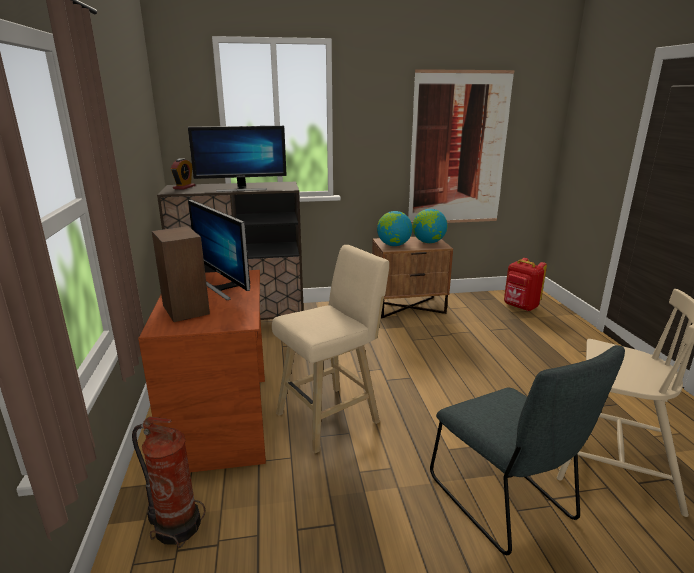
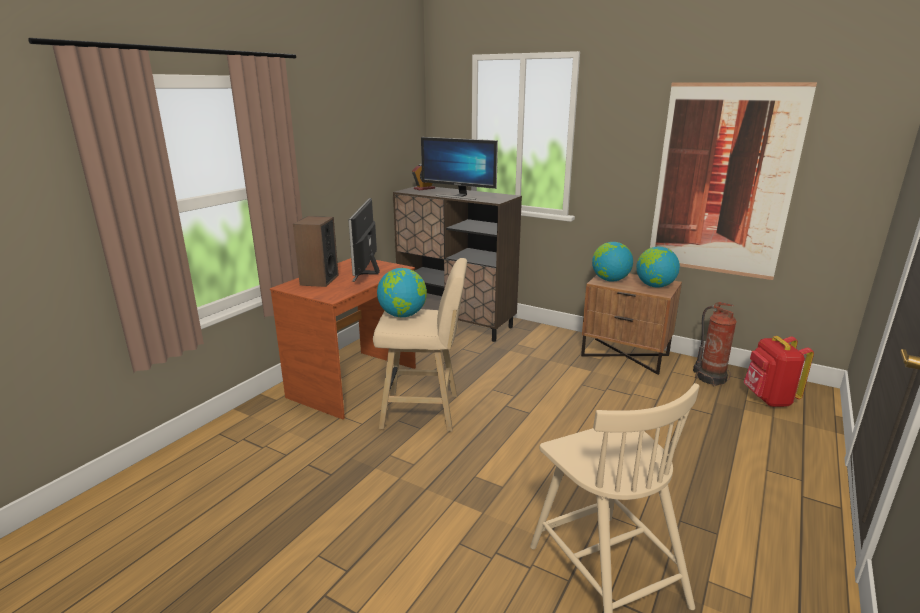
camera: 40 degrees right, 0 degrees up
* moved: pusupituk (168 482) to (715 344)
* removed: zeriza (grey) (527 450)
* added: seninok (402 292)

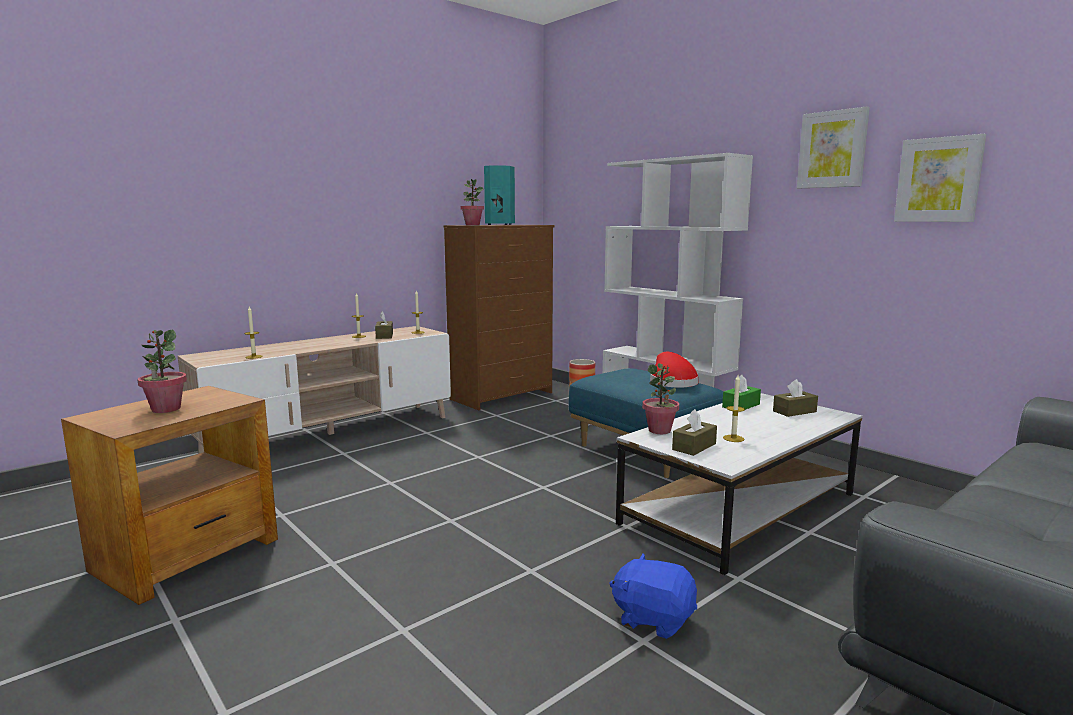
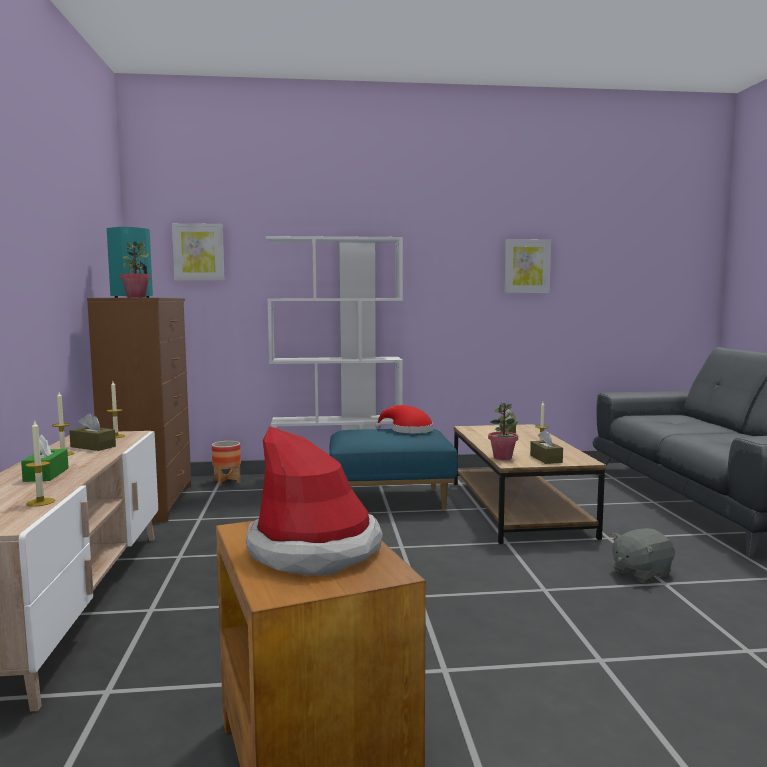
camera: 55 degrees left, 5 degrees down
* replaced: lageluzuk (162 371) to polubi (314 500)
* recoloured: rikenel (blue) (653 596) to rikenel (grey) (643 555)
* recoloured: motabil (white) (739 484) to motabil (brown) (530 484)
* moved: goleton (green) (741 392) to (45 458)
* moved: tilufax (833 147) to (198 252)

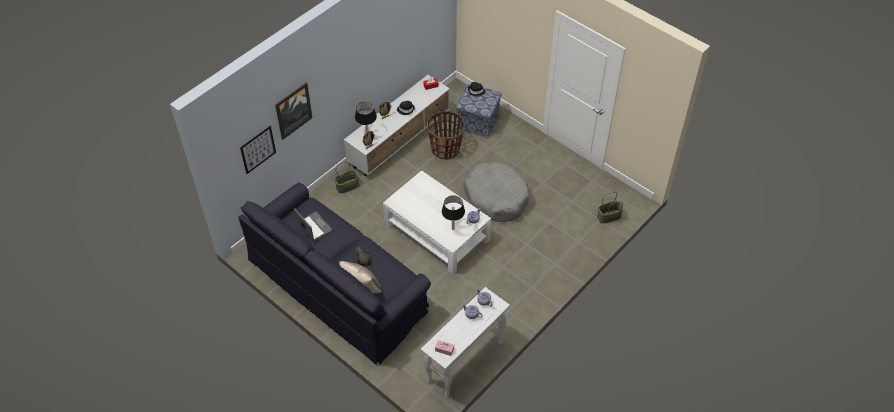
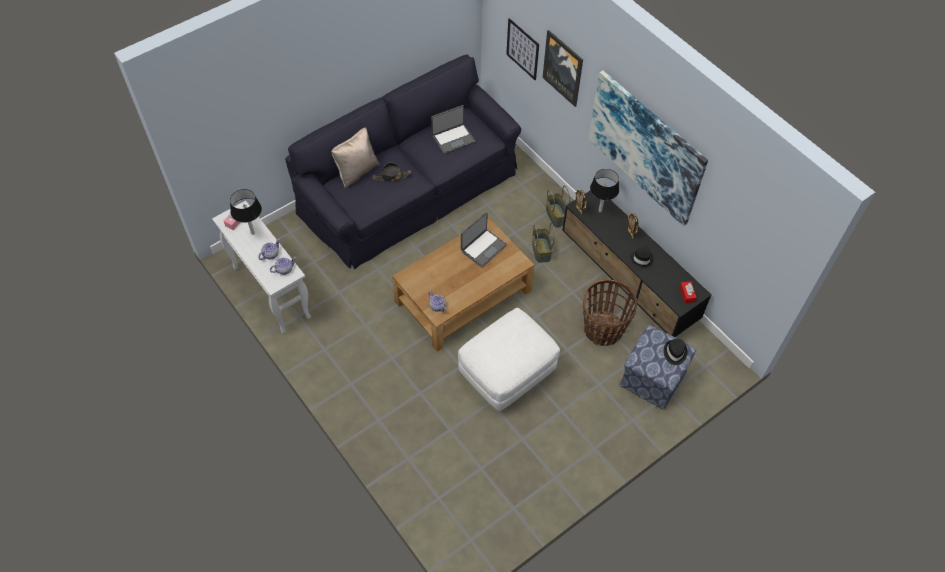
camera: 100 degrees right, 5 degrees up
* recoloured: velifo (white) (397 125) to velifo (black) (637 263)
* recoloured: motabil (white) (437 222) to motabil (brown) (463 284)
* moved: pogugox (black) (453 212) to (246 212)
* replaced: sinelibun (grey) (496 192) to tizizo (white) (509 359)
* moved: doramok (610 208) to (543 243)
* added: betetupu (484 239)
* added: tilufax (648 148)

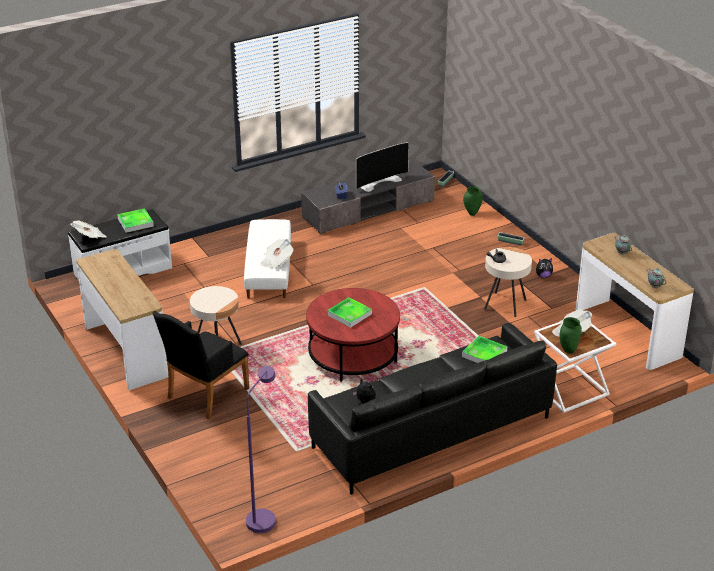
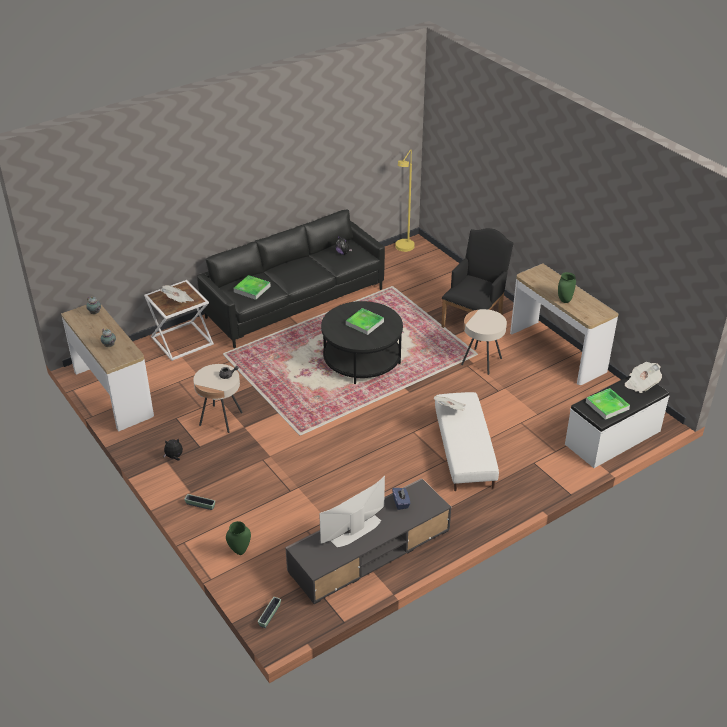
camera: 175 degrees right, 5 degrees up
* recoloured: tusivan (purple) (261 449) to tusivan (yellow) (405 201)
* recoloured: motabil (red) (353 335) to motabil (black) (362 342)
* moved: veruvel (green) (570 335) to (567 287)

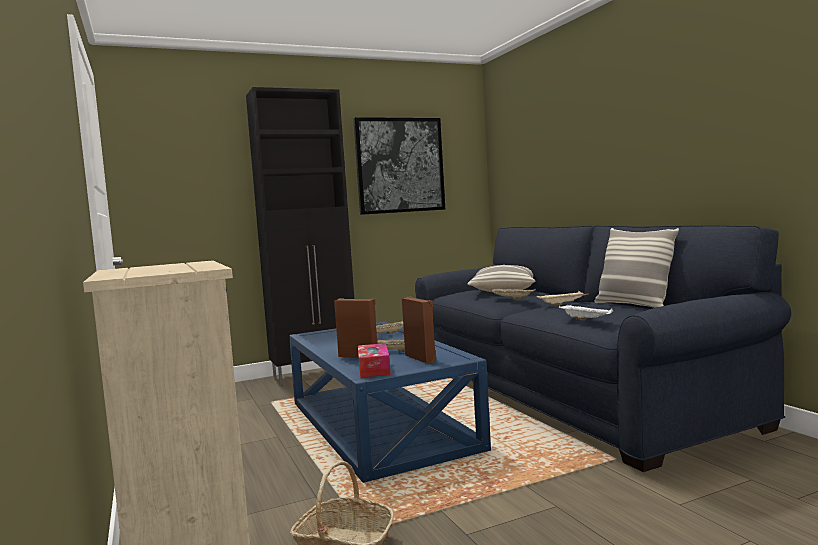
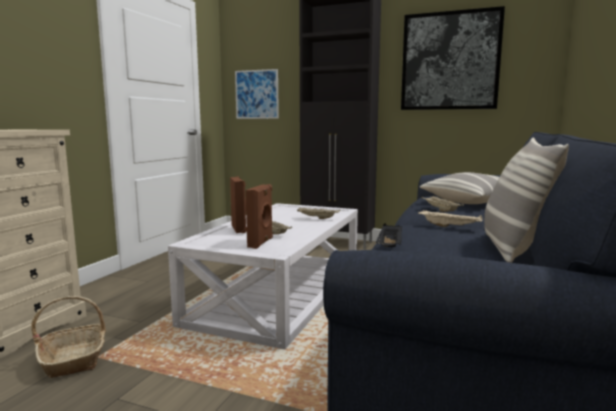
camera: 45 degrees right, 5 degrees up
* recoloured: motabil (blue) (390 402) to motabil (white) (263 276)
* removed: goleton (374 360)
* recoloured: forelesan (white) (586 312) to forelesan (black) (389 235)
* added: tilufax (257 94)

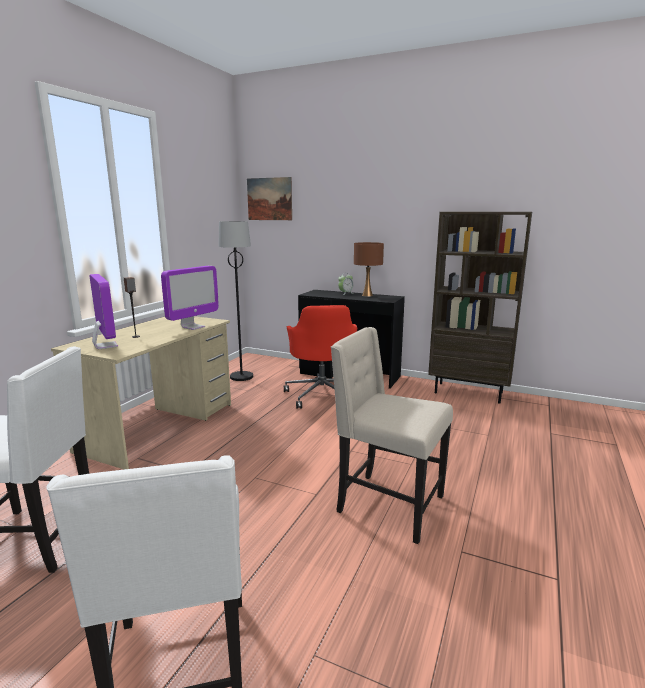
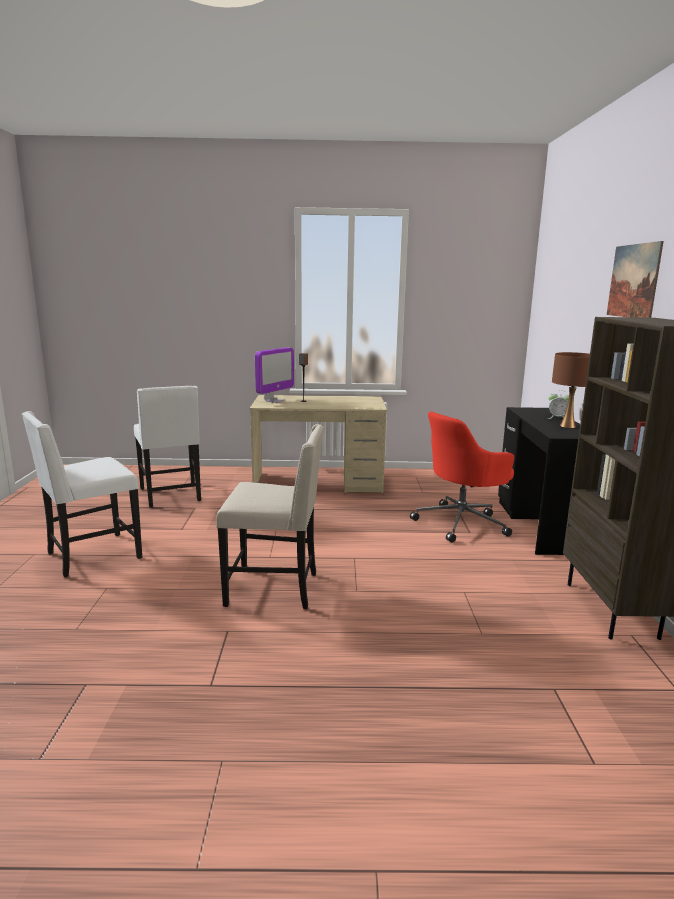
camera: 65 degrees right, 0 degrees up
* removed: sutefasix (190 298)
* removed: tusivan (black) (235 301)
* moved: tilufax (269 198) to (635 279)
* turned: zeriza (beige) (392 435) = (270 516) 90 degrees clockwise

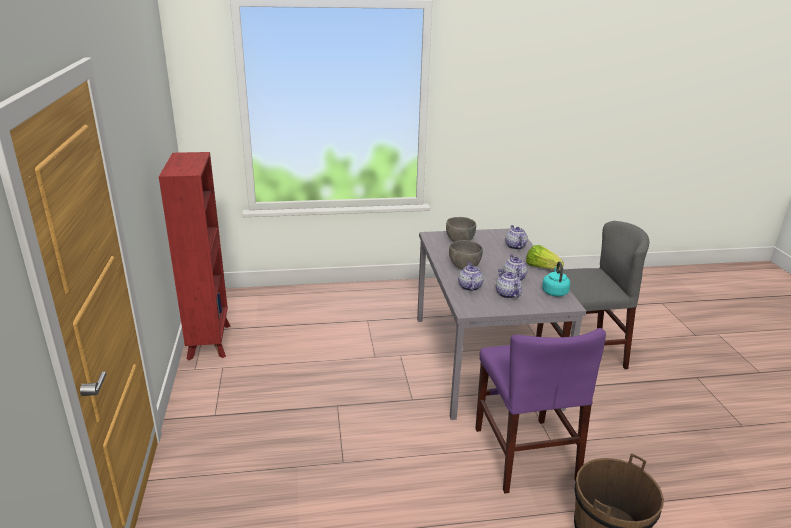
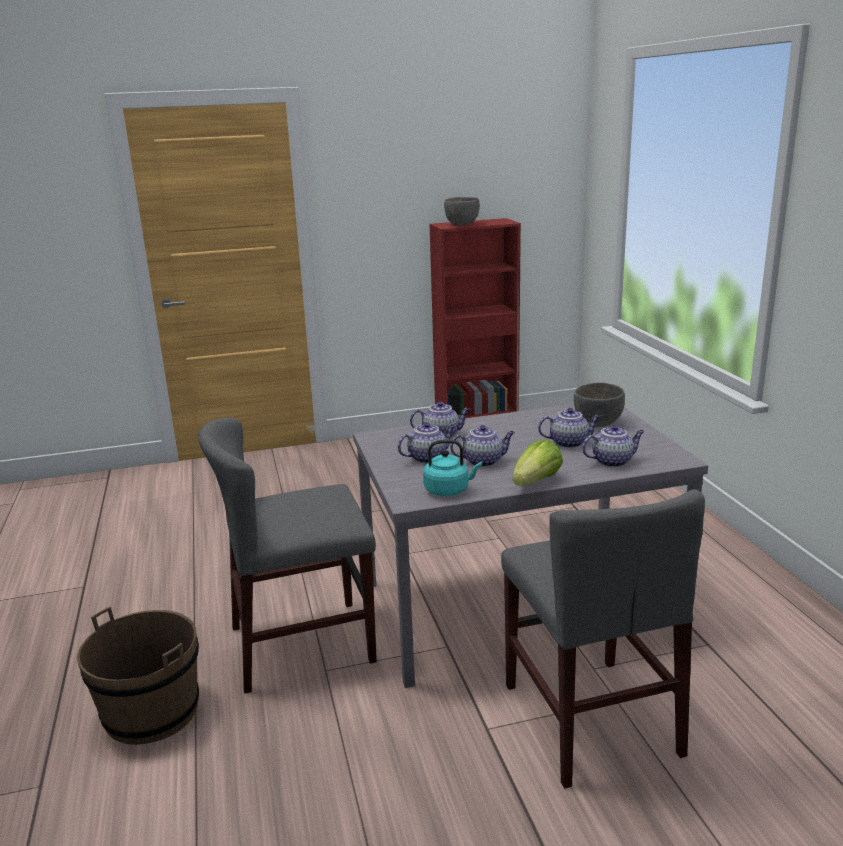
camera: 85 degrees right, 5 degrees down
* moved: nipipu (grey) (466 255) to (462 211)
* recoloured: zeriza (purple) (540 411) to zeriza (grey) (287 555)
* added: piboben (569 428)

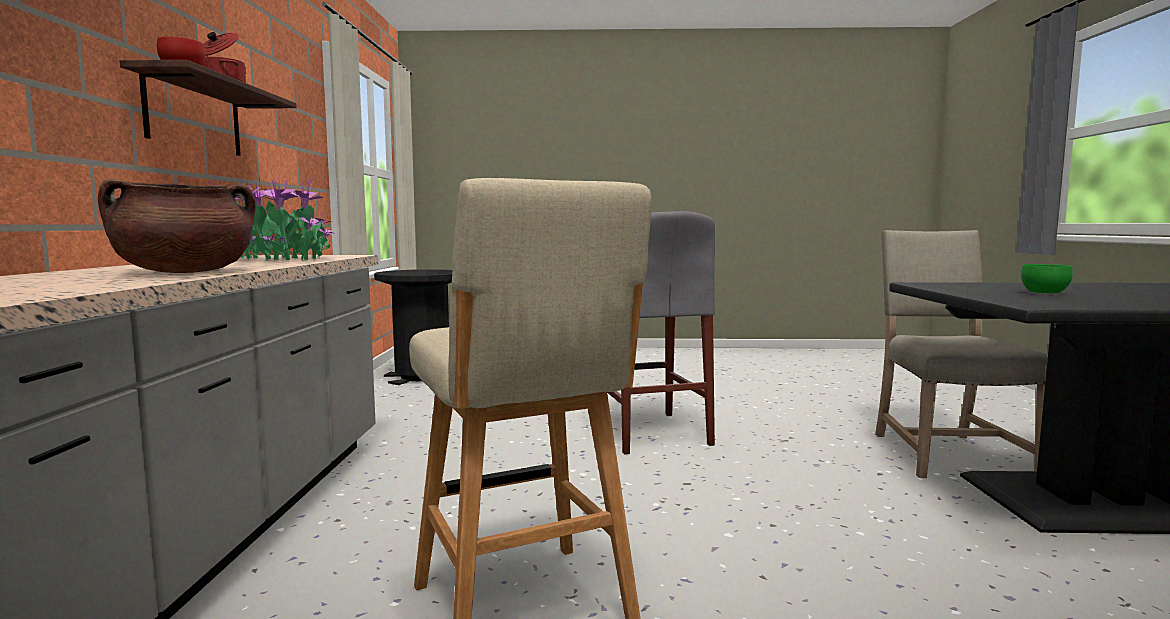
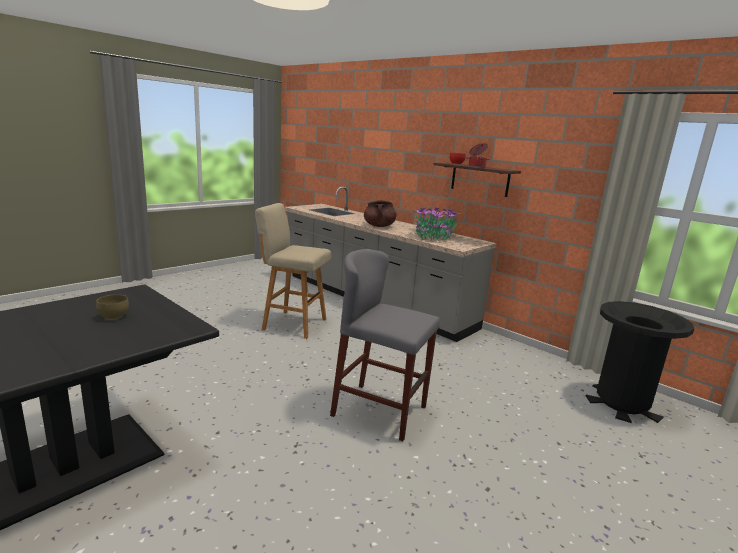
camera: 130 degrees right, 10 degrees up
* removed: zeriza (beige) (961 354)
* recoloured: nipipu (green) (1047 279) to nipipu (brown) (112 307)

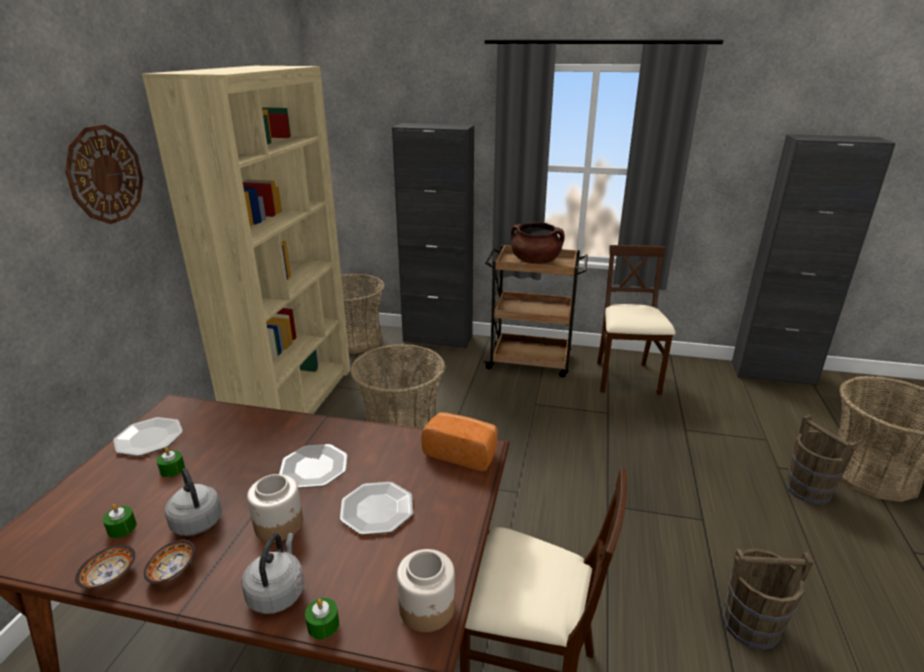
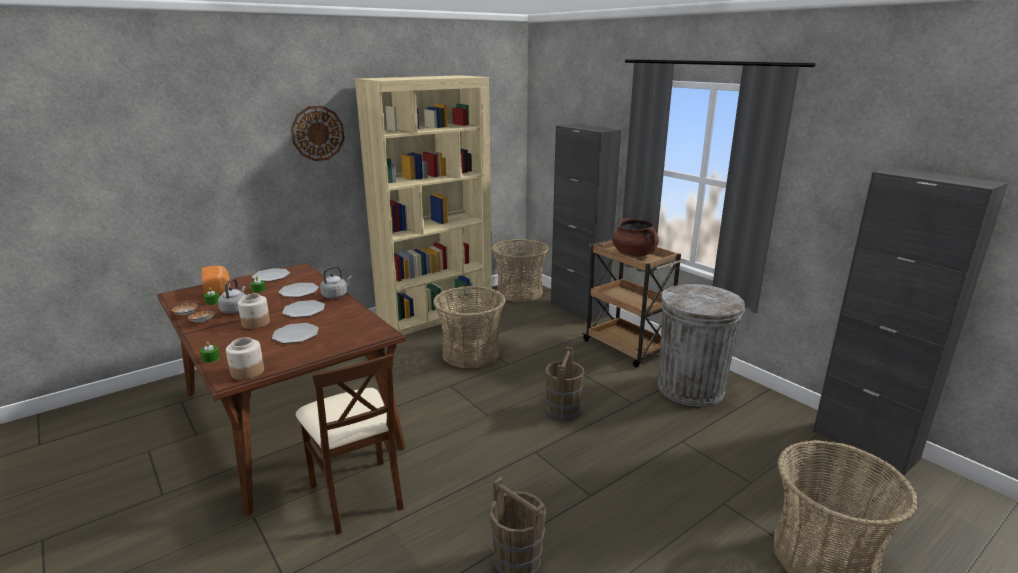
camera: 40 degrees right, 5 degrees down
* moved: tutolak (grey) (273 573) to (336 282)
* moved: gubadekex (459 442) to (215 280)
* replaced: zeriza (beige) (636 320) to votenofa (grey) (701 345)
* moved: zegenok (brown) (822 460) to (564 383)
* added: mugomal (298 290)

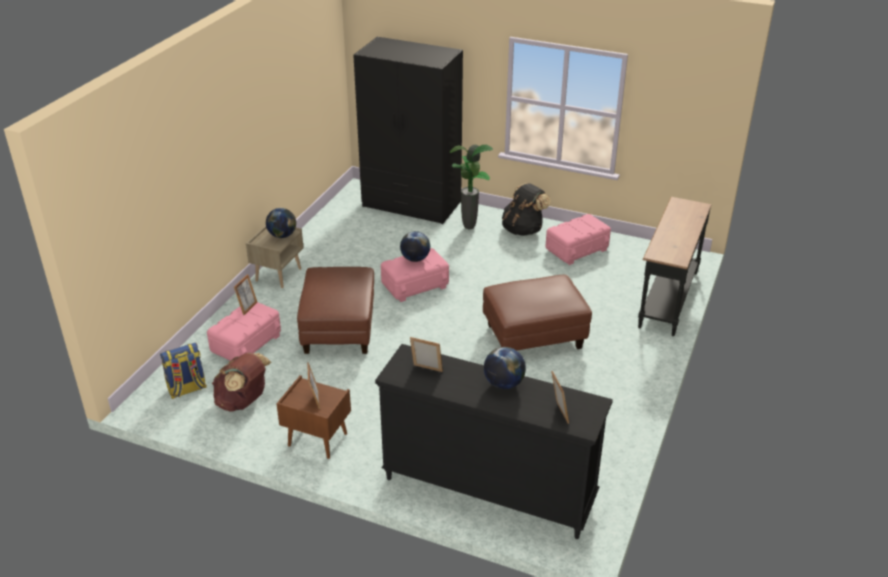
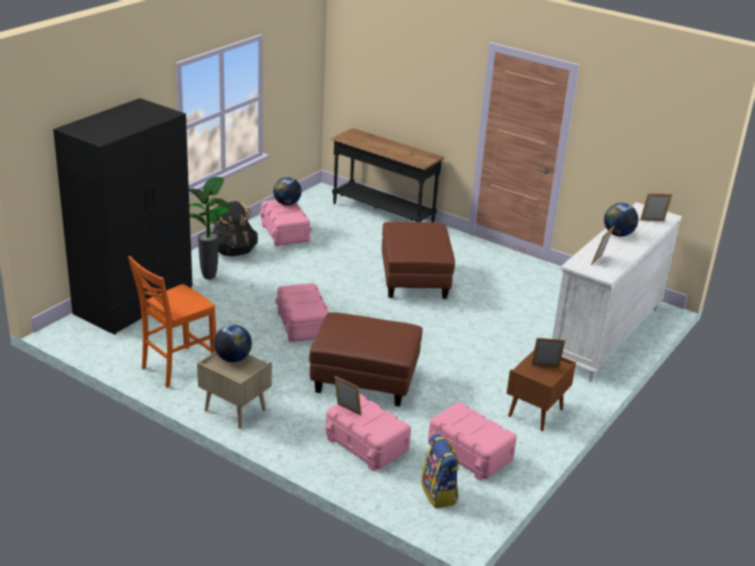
camera: 80 degrees left, 5 degrees down
* replaced: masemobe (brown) (241 382) to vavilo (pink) (472 441)
* recoloured: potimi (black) (494 441) to potimi (white) (617 292)
* moved: seninok (415 246) to (287 191)
* added: zeriza (orange) (172 322)

